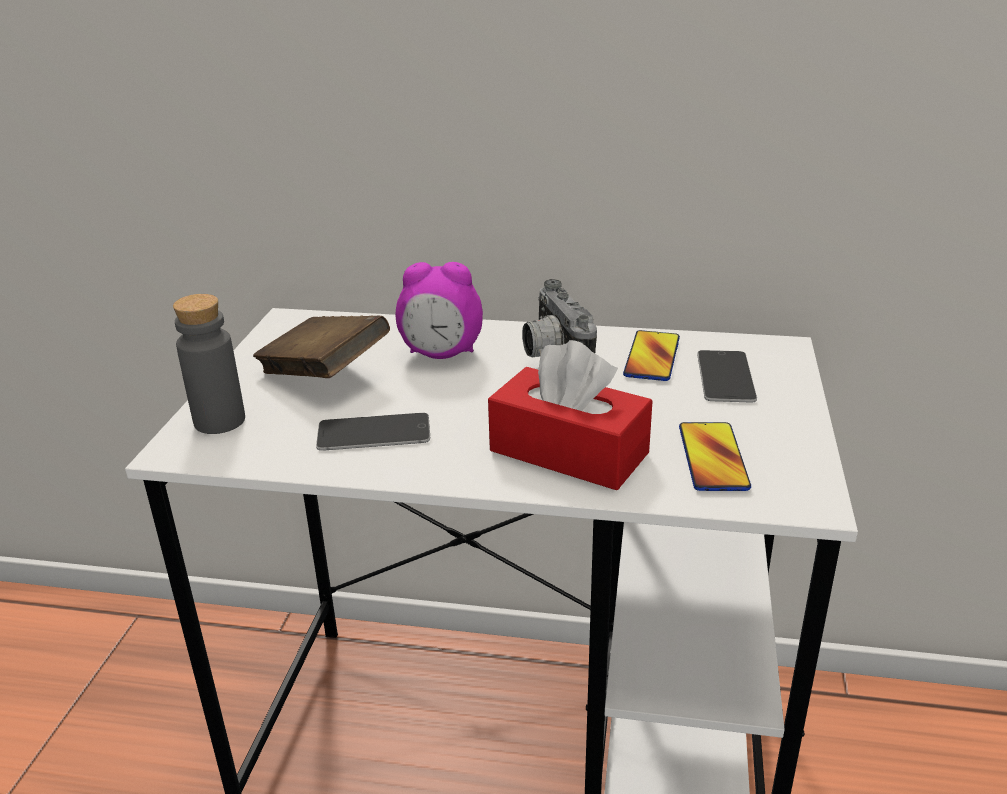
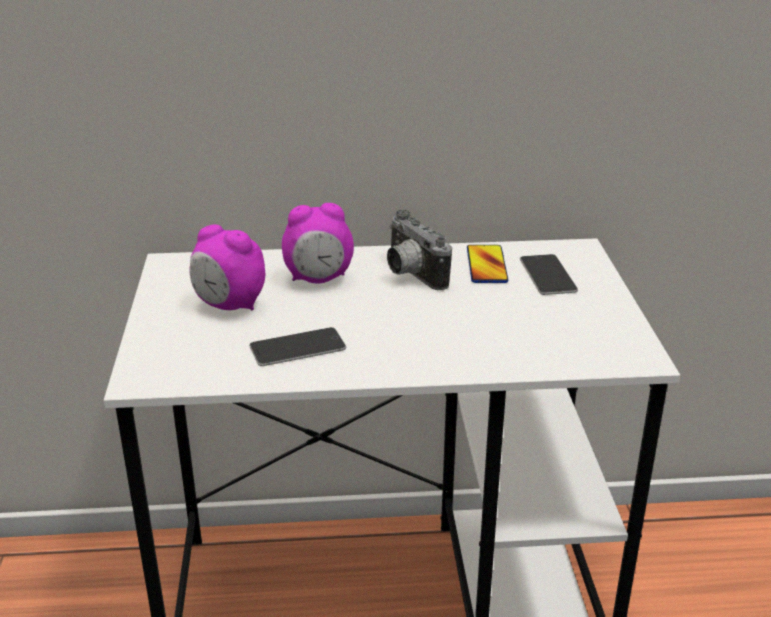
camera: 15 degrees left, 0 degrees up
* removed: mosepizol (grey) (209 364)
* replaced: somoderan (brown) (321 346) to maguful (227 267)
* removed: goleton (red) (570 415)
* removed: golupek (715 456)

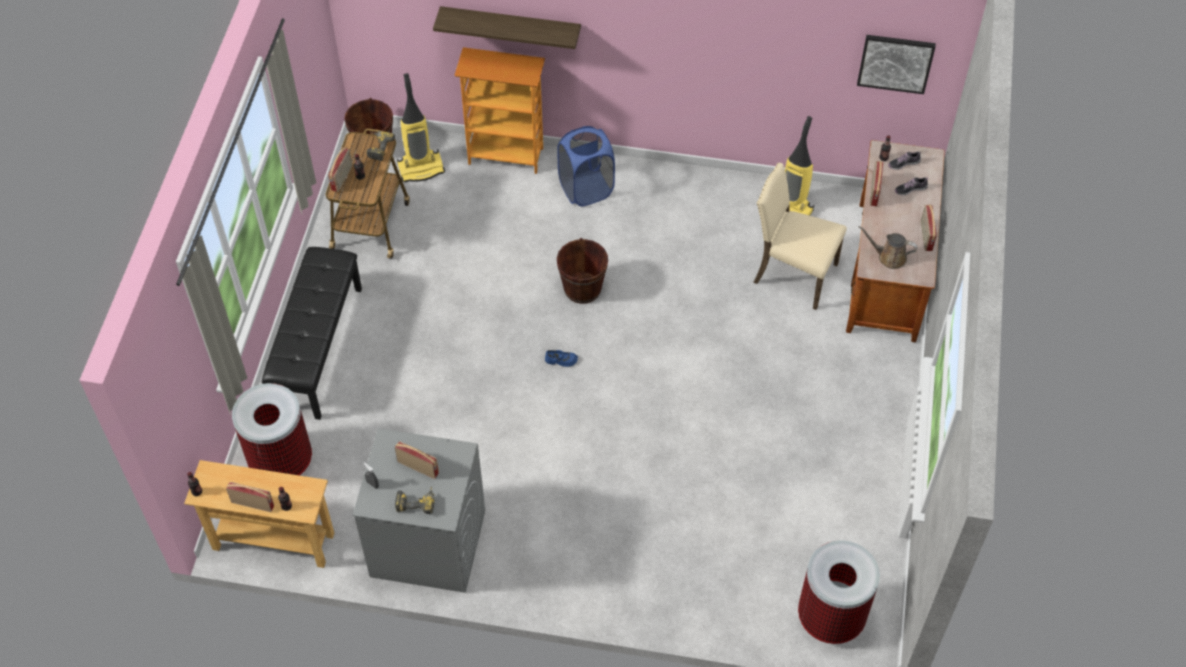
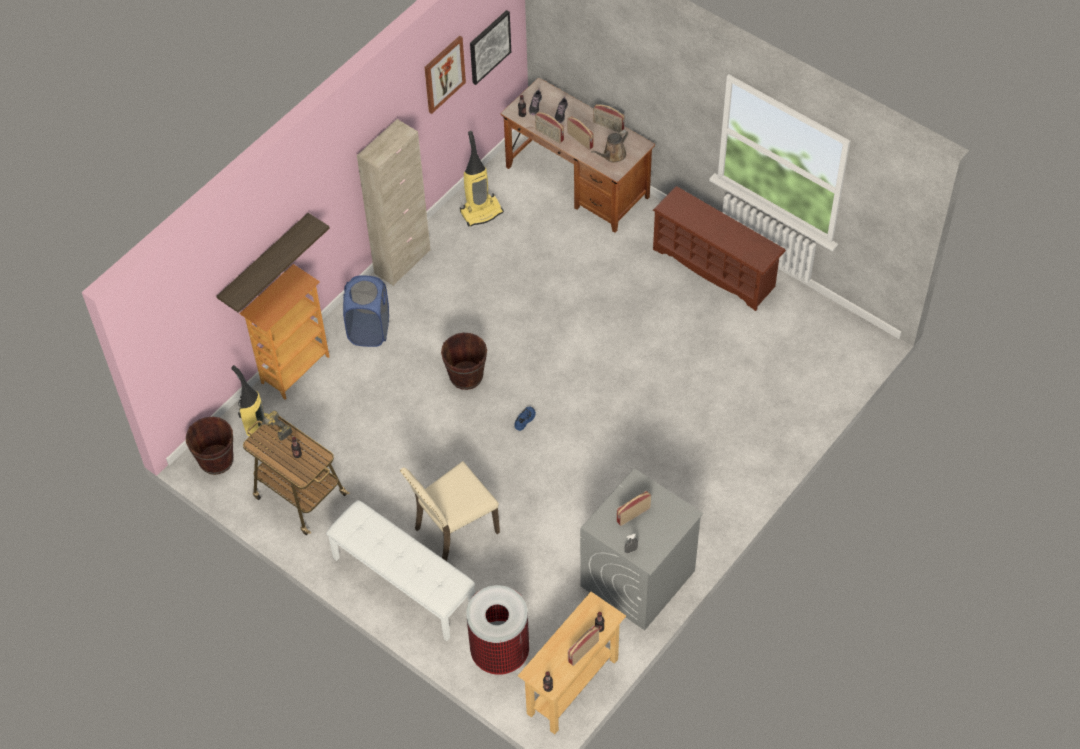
camera: 60 degrees left, 0 degrees up
* recoloured: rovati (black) (312 333) to rovati (white) (400 570)
* moved: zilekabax (340 170) to (580 133)
* removed: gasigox (415 500)
* moved: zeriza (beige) (800 236) to (450 511)
* removed: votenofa (839 592)
* added: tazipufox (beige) (393 202)
* added: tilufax (445 75)
* added: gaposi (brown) (719 248)

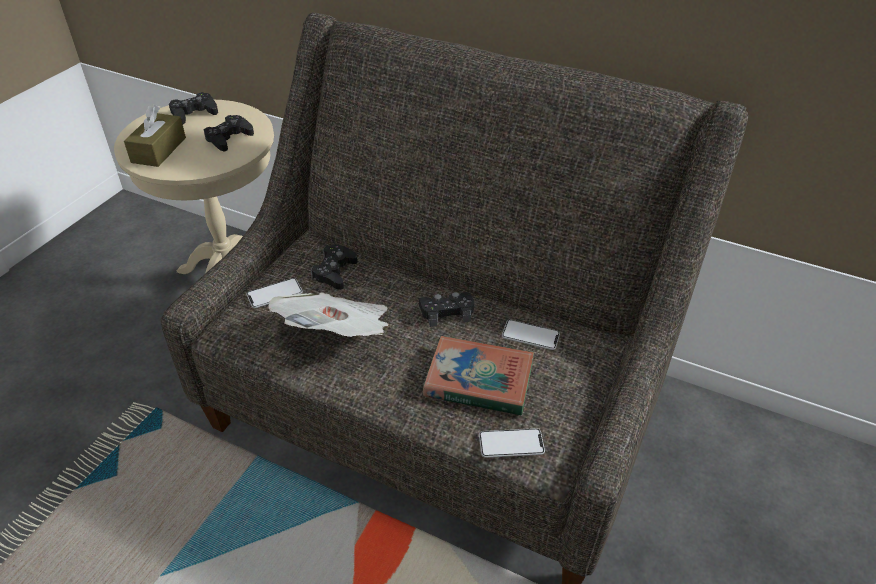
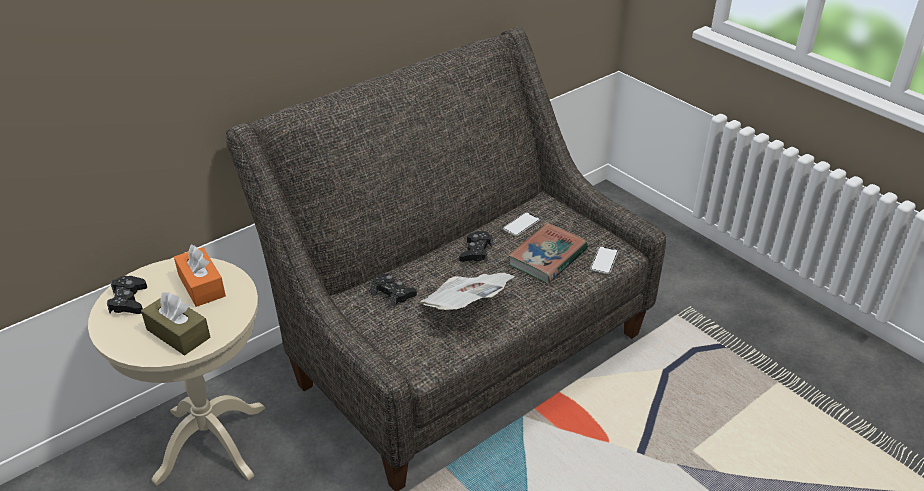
camera: 65 degrees left, 5 degrees down
* replaced: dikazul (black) (229 133) to goleton (orange) (200 276)
* removed: golupek (274 293)

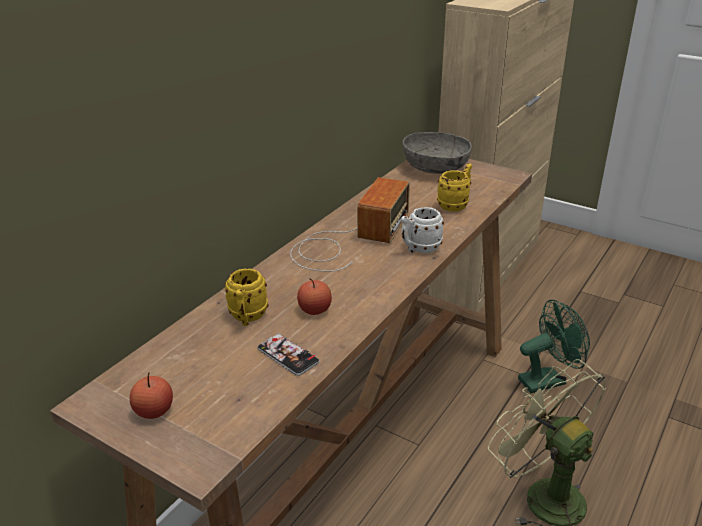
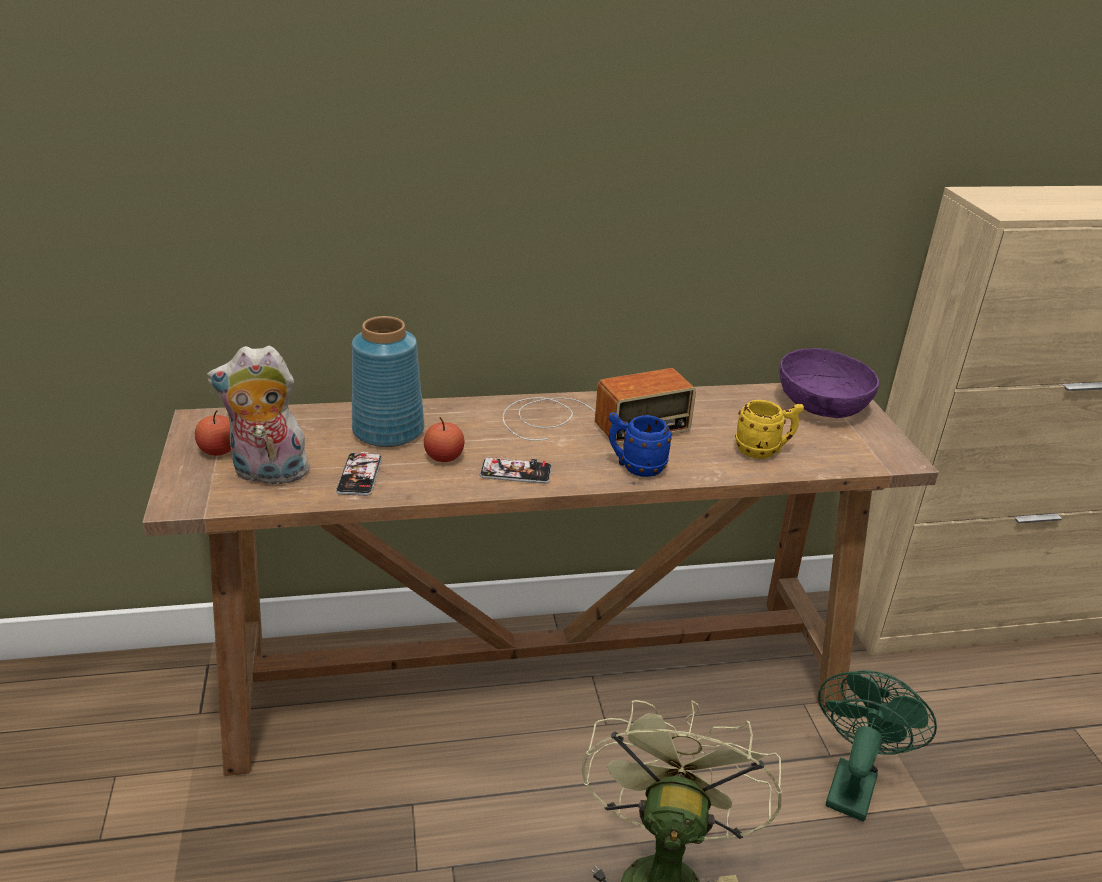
camera: 45 degrees right, 0 degrees up
* replaced: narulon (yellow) (247 297) to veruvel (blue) (388 381)
* recoloured: narulon (white) (422 230) to narulon (blue) (640 444)
* recoloured: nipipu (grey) (437 153) to nipipu (purple) (829 383)
* turned: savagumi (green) (554 346) = (877 745) 90 degrees counterclockwise
* added: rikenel (260 414)
* added: golupek (516 470)

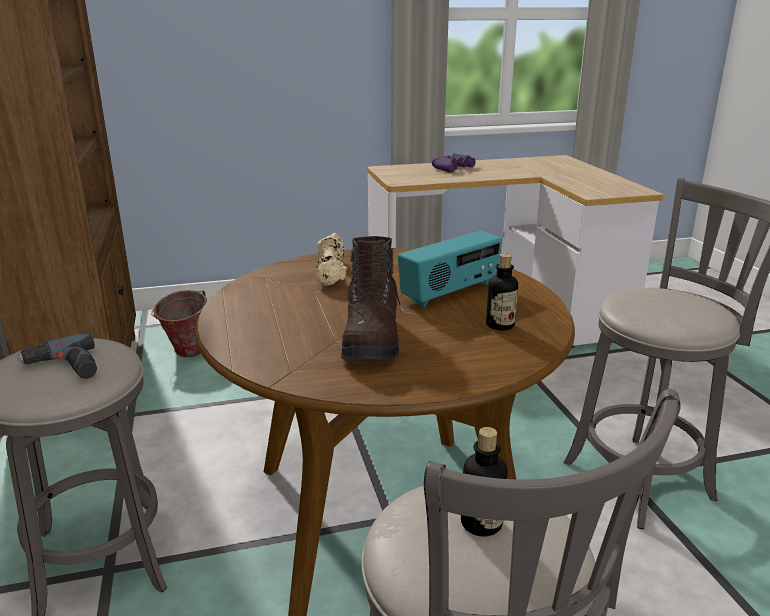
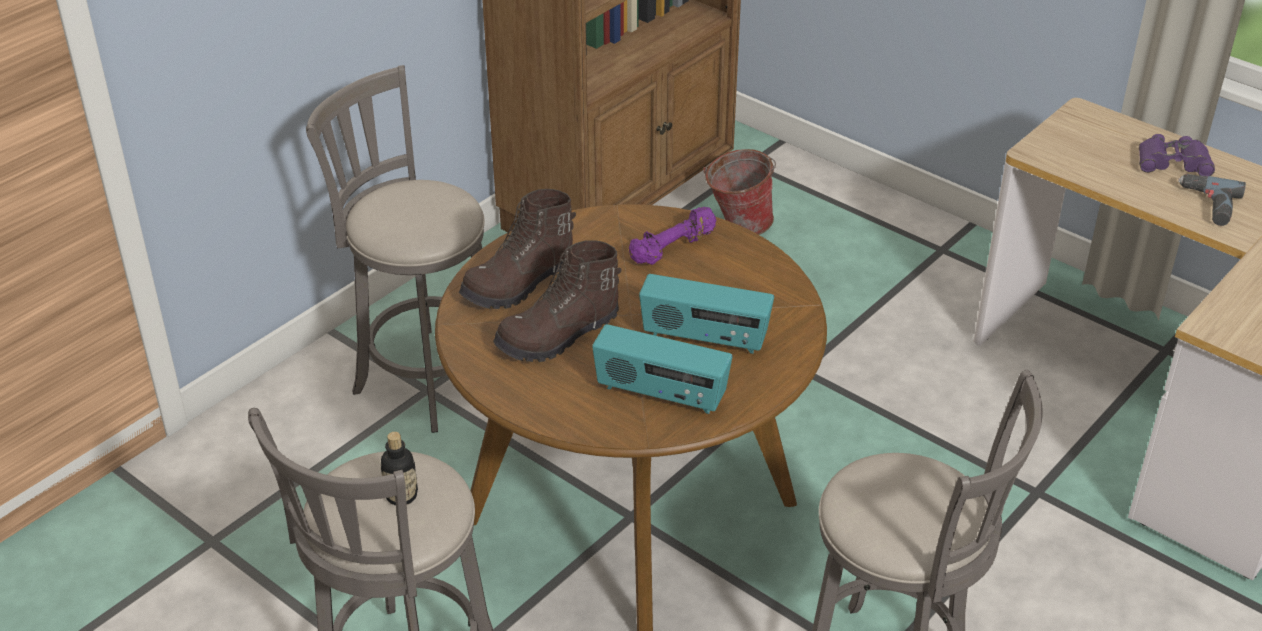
camera: 55 degrees right, 15 degrees up
* moved: gasigox (57 355) to (1212 200)
* recoloured: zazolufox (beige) (331 259) to zazolufox (purple) (672 236)
* replaced: mosepizol (502 292) to zilekabax (662 369)
* added: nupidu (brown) (517 249)

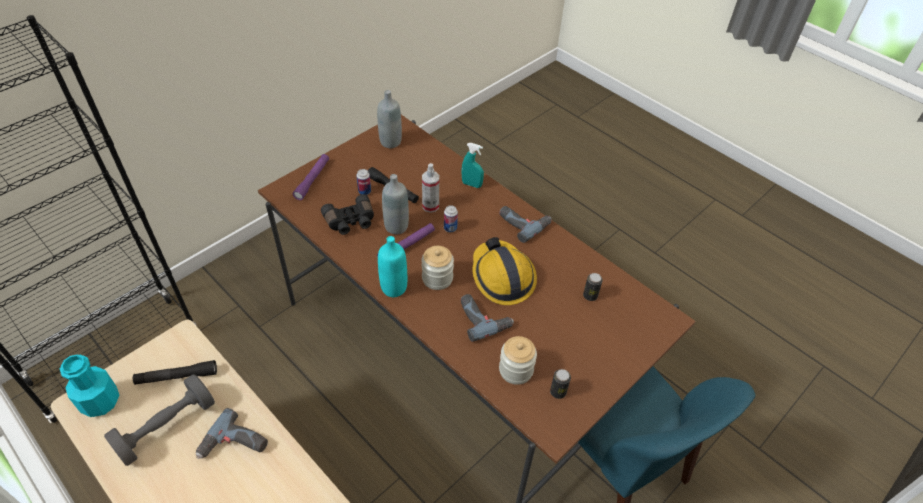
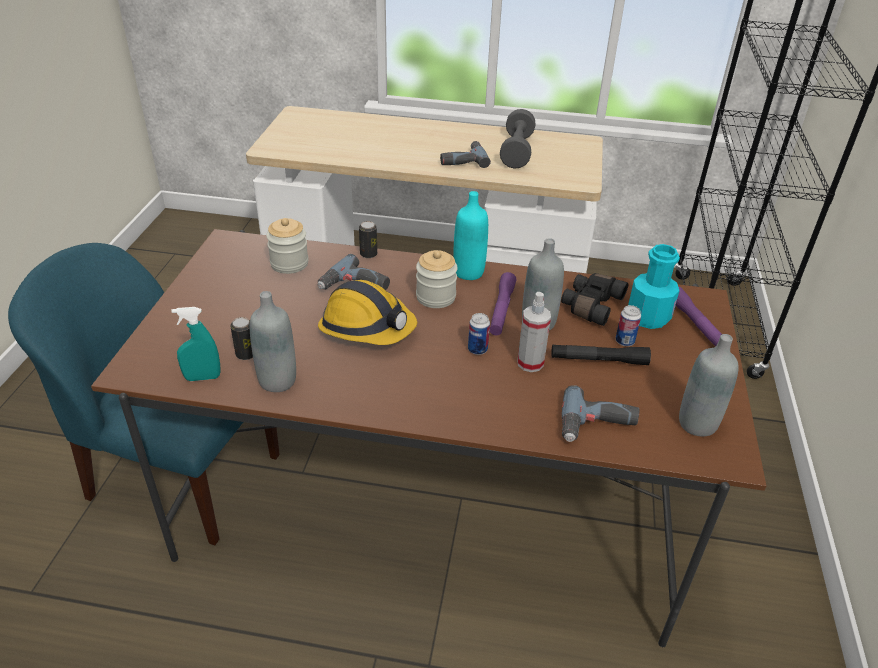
camera: 145 degrees right, 10 degrees down
* moved: mosepizol (turquoise) (90 385) to (654 286)
* removed: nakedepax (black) (175 372)
* moved: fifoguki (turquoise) (472 165) to (195 344)
* moved: gasigox (525 224) to (600 413)
* moved: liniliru (560 384) to (368 239)
* added: mosepizol (grey) (272 341)

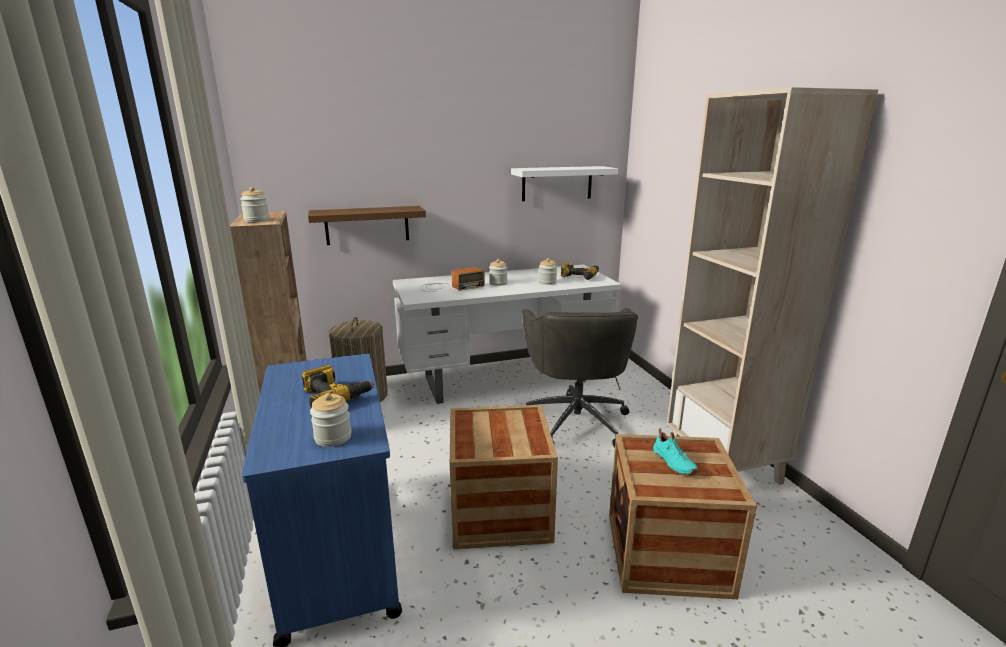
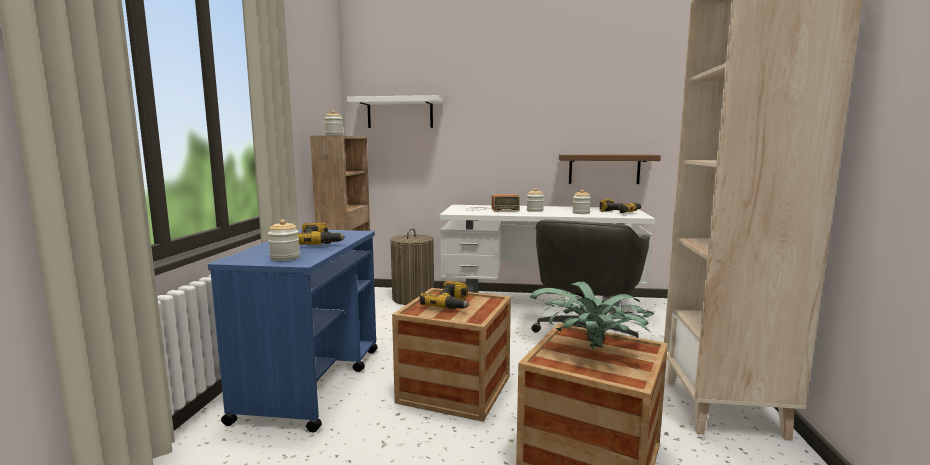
camera: 25 degrees right, 10 degrees down
* moved: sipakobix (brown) (367 225) to (610 169)
* moved: sipakobix (white) (564 183) to (395 111)
* replaced: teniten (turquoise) (675 452) to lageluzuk (592 316)
* added: gasigox (445 295)

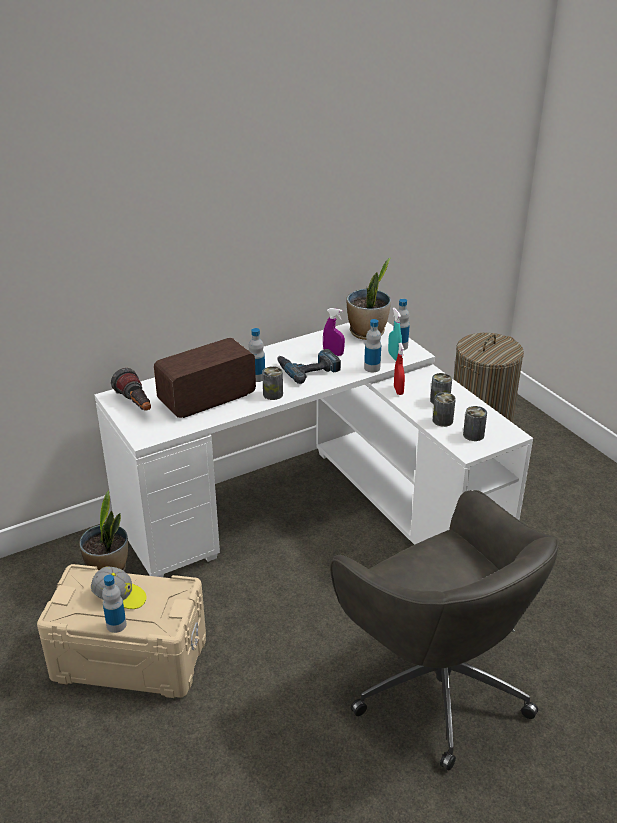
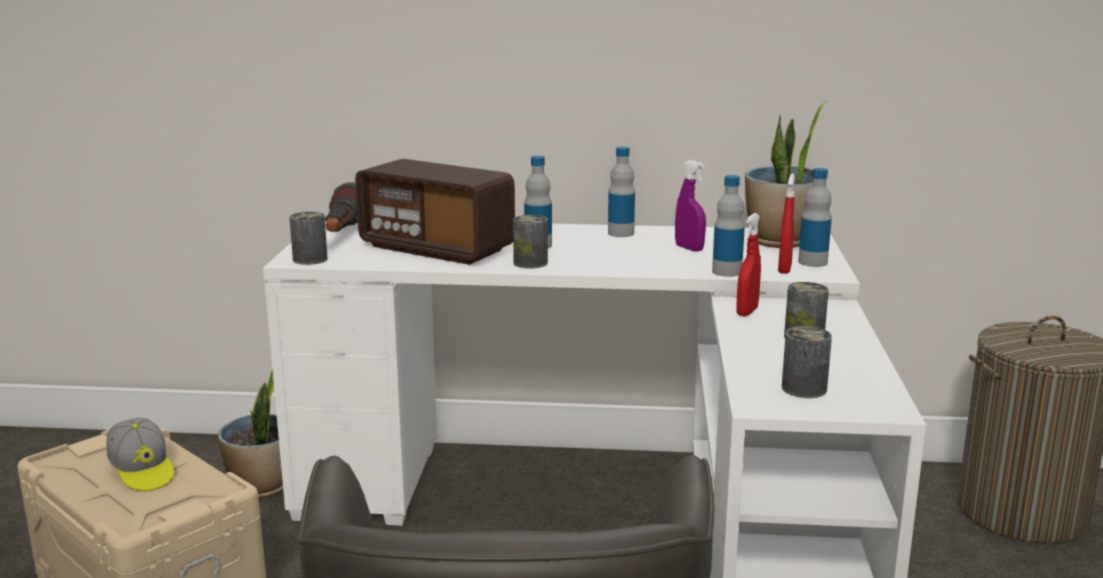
camera: 35 degrees right, 15 degrees down
* moved: mosepizol (114 604) to (621 192)
* turned: zilekabax (205 377) = (435 212) 150 degrees counterclockwise
* removed: gasigox (309 366)
* recoloured: fifoguki (turquoise) (395 334) to fifoguki (red) (786 224)
* moved: liniliru (444 409) to (308 238)

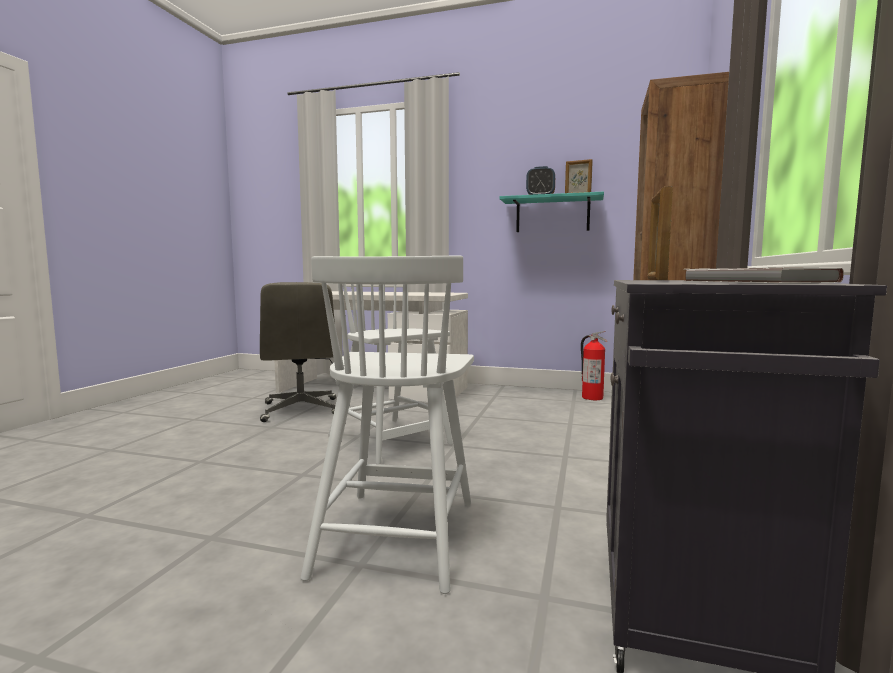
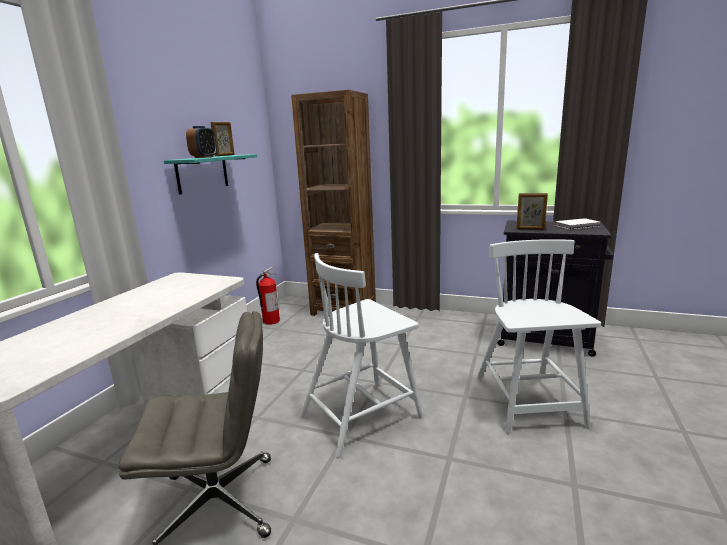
camera: 85 degrees left, 10 degrees up
* turned: zeriza (white) (387 425) = (539 336) 105 degrees counterclockwise

